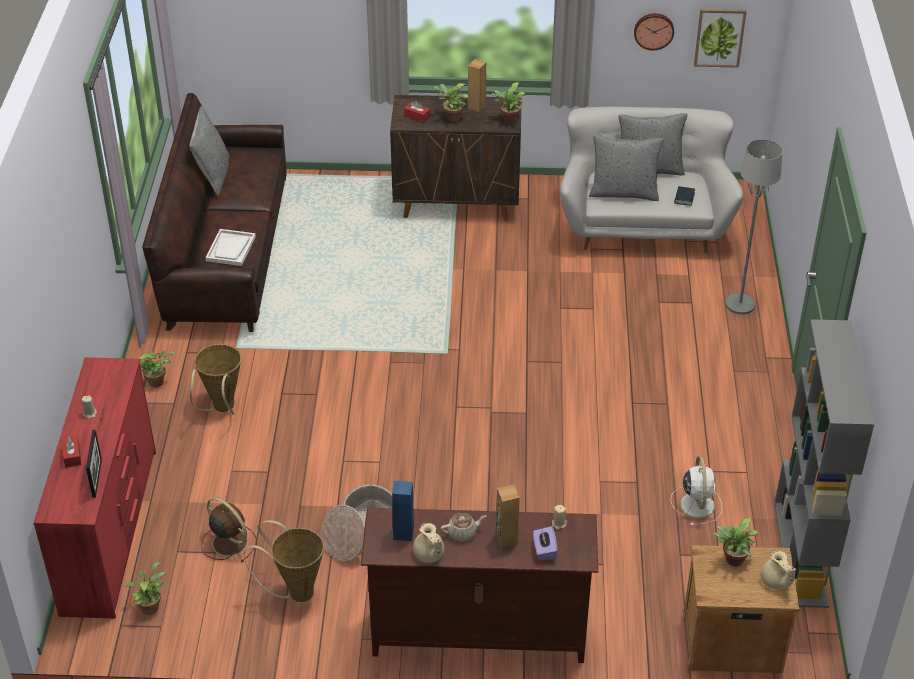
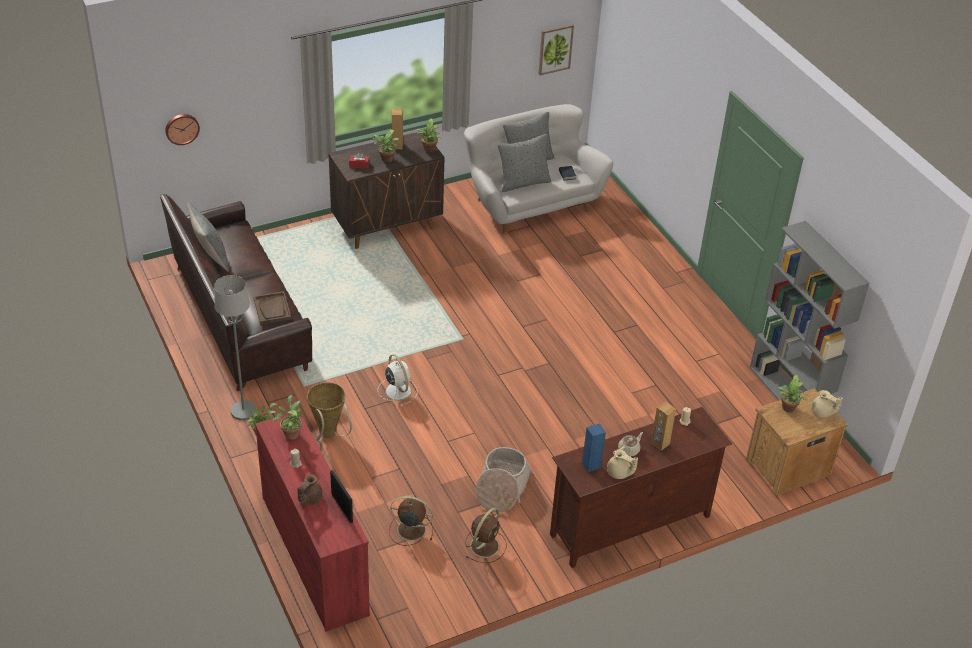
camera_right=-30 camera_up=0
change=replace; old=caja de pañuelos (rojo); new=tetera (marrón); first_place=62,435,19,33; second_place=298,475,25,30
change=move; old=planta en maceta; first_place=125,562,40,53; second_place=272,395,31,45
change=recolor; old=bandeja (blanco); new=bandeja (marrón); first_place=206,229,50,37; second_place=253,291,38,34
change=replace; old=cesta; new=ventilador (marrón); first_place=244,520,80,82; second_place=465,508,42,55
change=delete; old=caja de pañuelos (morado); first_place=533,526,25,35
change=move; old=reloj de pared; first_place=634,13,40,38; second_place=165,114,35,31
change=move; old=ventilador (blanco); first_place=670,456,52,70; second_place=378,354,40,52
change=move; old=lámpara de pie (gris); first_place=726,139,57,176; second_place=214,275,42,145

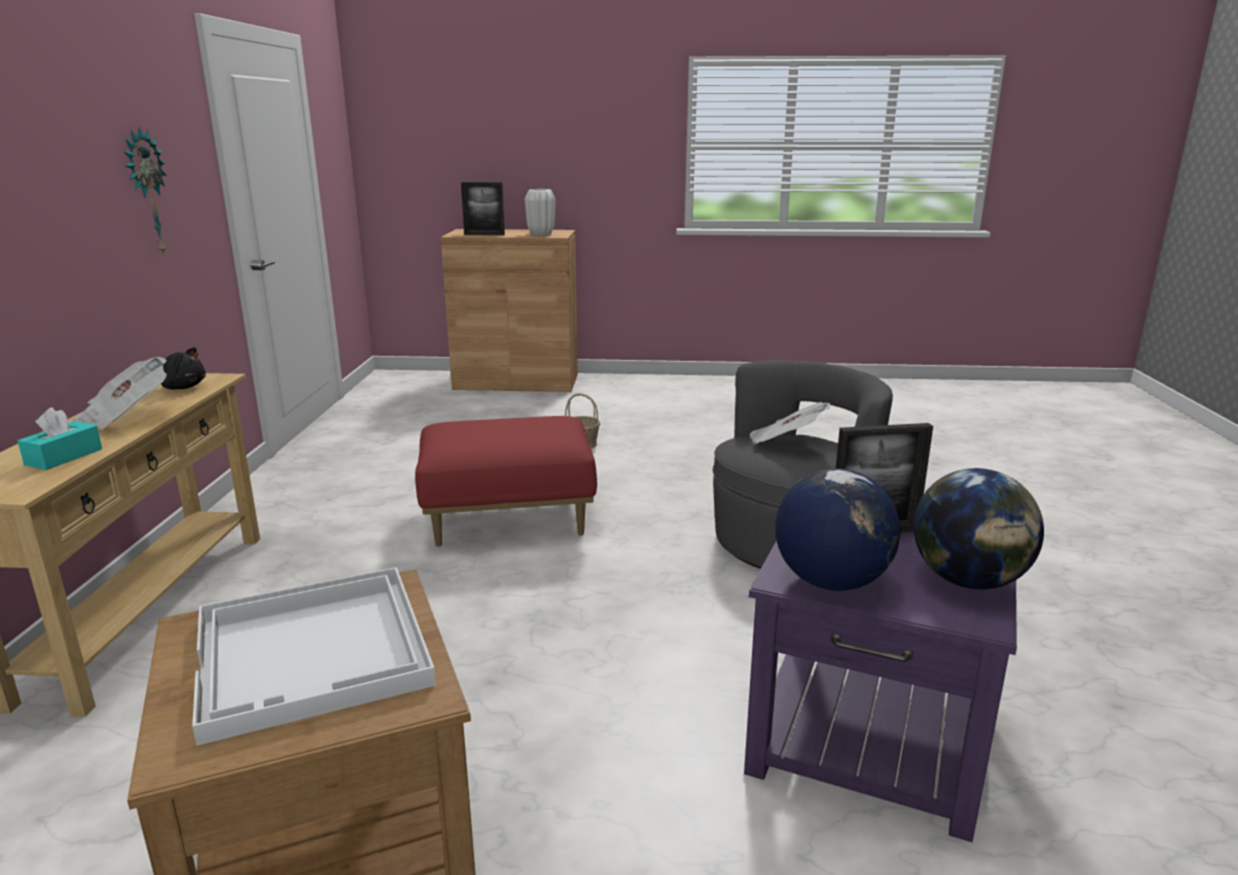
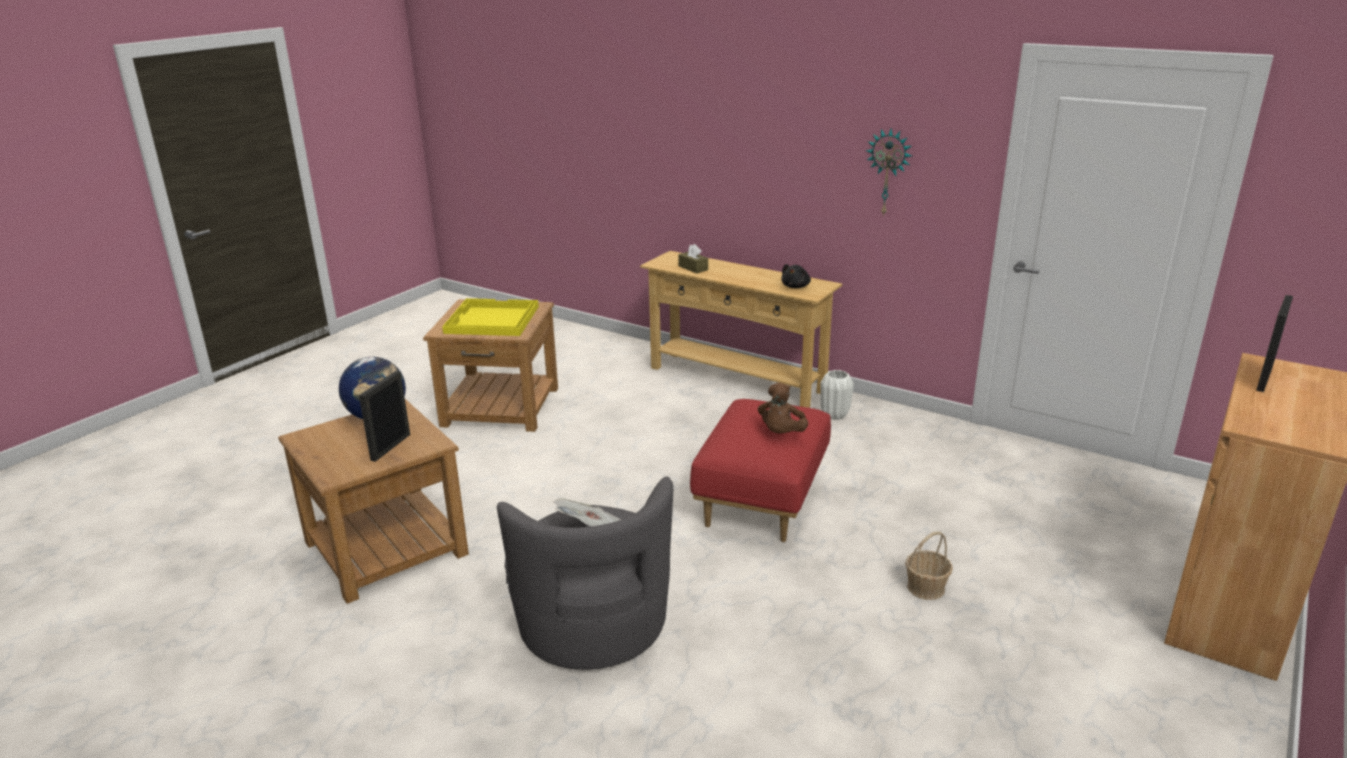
camera_right=120 camera_up=5
change=recolor; old=caja de pañuelos (turquesa); new=caja de pañuelos (marrón); first_place=18,407,84,63; second_place=678,244,30,30
change=delete; old=periódico; first_place=69,357,98,73
change=recolor; old=bandeja (blanco); new=bandeja (amarillo); first_place=192,567,244,179; second_place=442,298,97,38
change=move; old=florero (blanco); first_place=525,189,30,47; second_place=820,370,34,50
change=recolor; old=mesa auxiliar (morado); new=mesa auxiliar (marrón); first_place=744,532,273,310; second_place=278,399,191,205
change=delete; old=globo terráqueo; first_place=914,468,130,121
change=insert; new=peluche (marrón); second_place=758,383,50,51

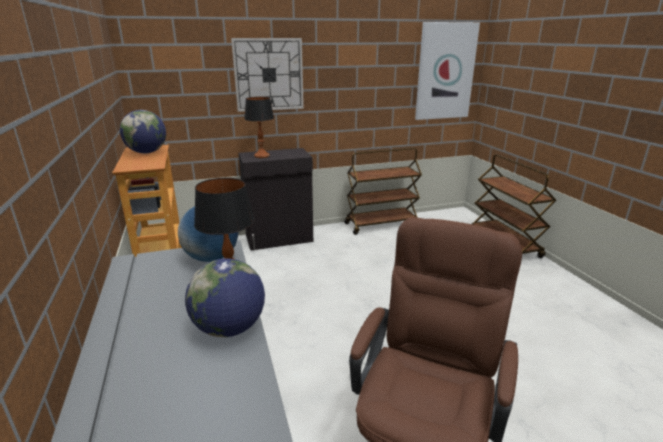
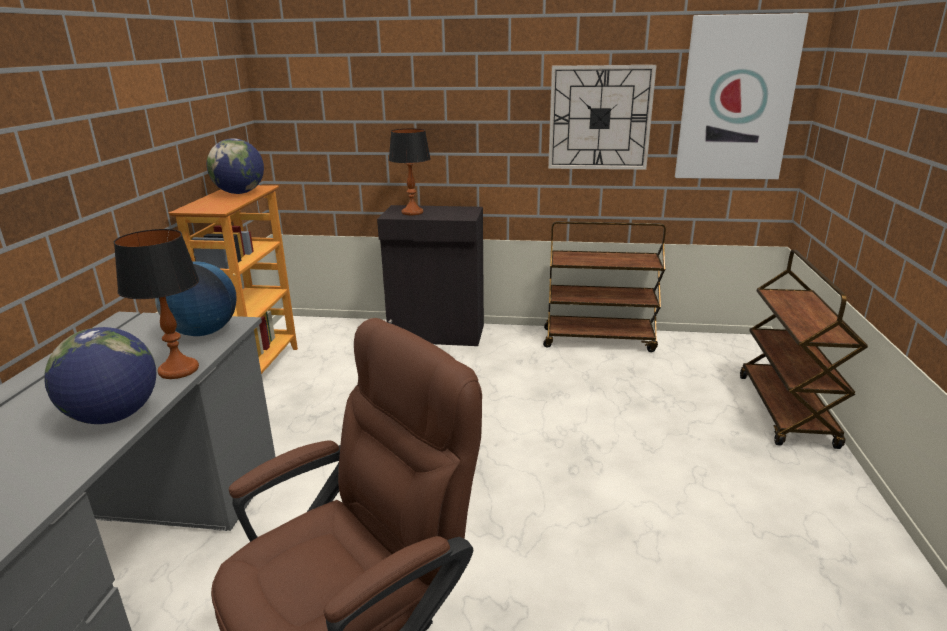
camera_right=25 camera_up=0
change=move; old=reloj de pared; first_place=231,38,73,74; second_place=548,65,109,105

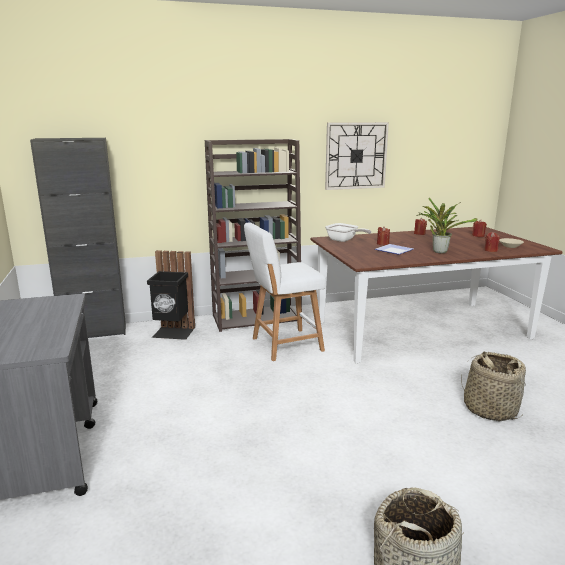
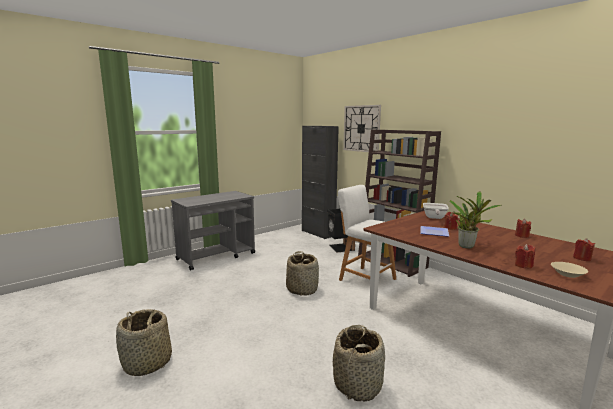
camera_right=65 camera_up=-5
change=move; old=reloj de pared; first_place=325,122,64,68; second_place=343,105,38,47
change=insert; new=cesta; second_place=286,251,33,45

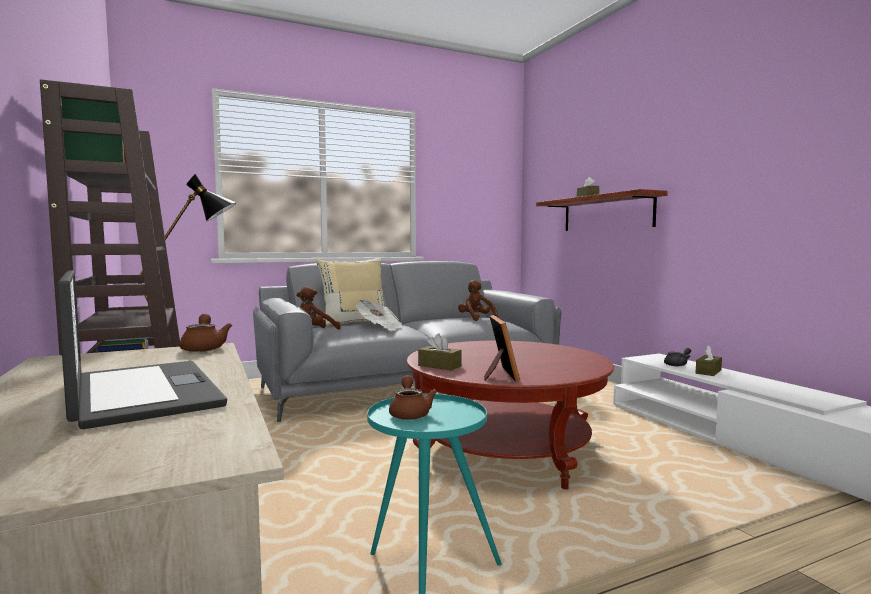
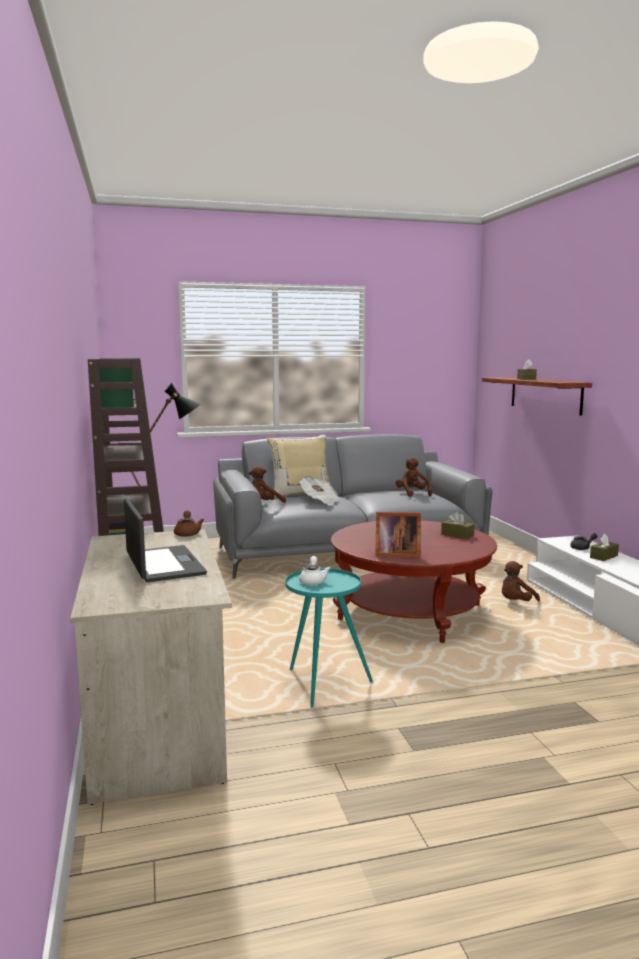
camera_right=10 camera_up=5
change=recolor; old=tetera (marrón); new=tetera (blanco); first_place=389,375,48,45; second_place=299,556,32,29
change=move; old=caja de pañuelos (marrón); first_place=418,334,44,36; second_place=441,512,34,27
change=rotate; old=portarretratos; first_place=484,315,36,66; second_place=375,512,46,46; degrees=90
change=insert; new=peluche (marrón); second_place=502,561,38,40

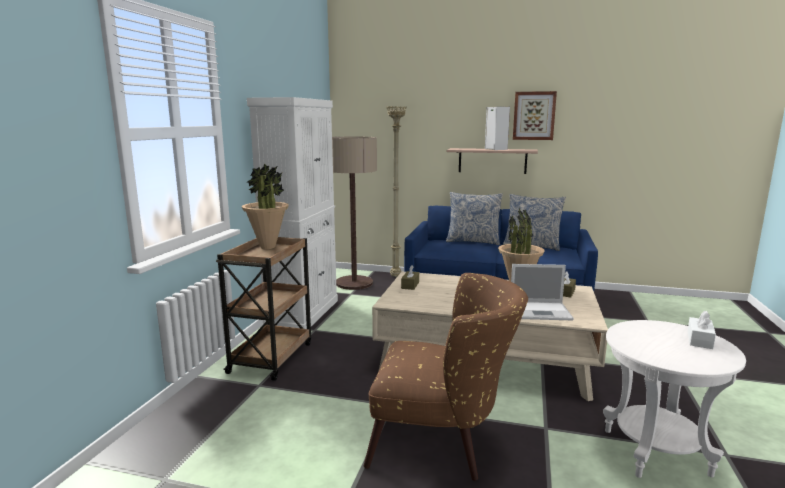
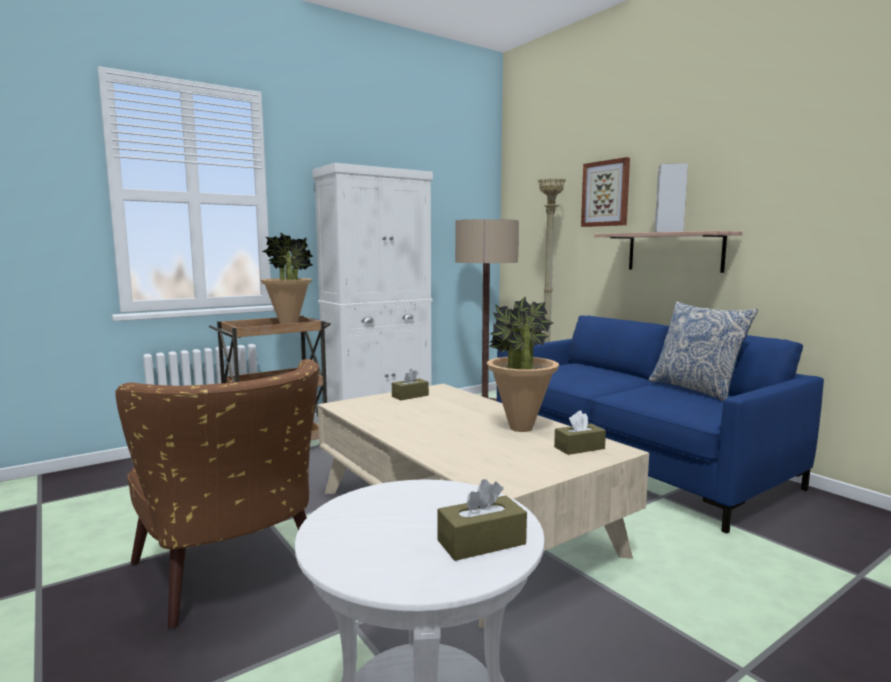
camera_right=40 camera_up=-5
change=delete; old=cojín; first_place=446,192,57,53
change=delete; old=portátil; first_place=511,264,63,56
change=move; old=cuadro; first_place=513,91,44,49; second_place=581,157,49,70
change=recolor; old=caja de pañuelos (blanco); new=caja de pañuelos (marrón); first_place=687,311,29,38; second_place=438,479,89,82

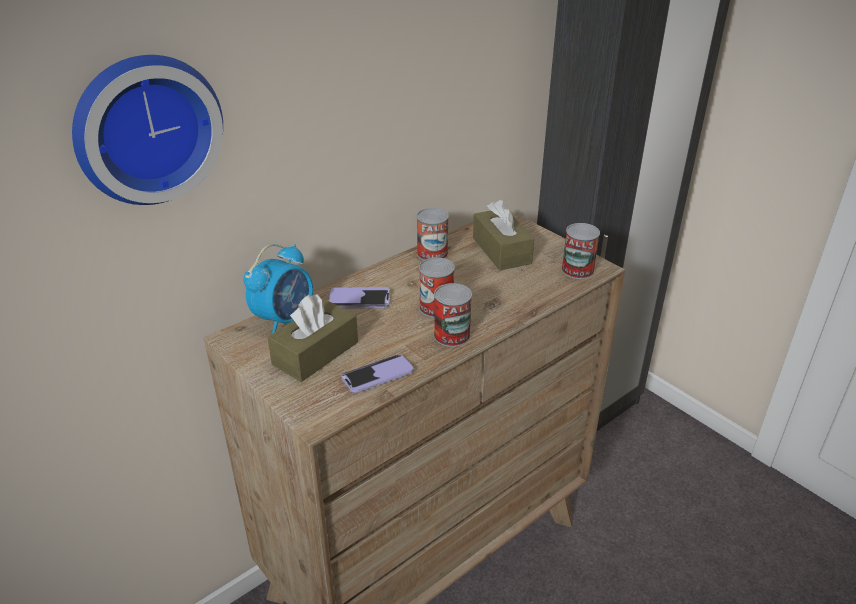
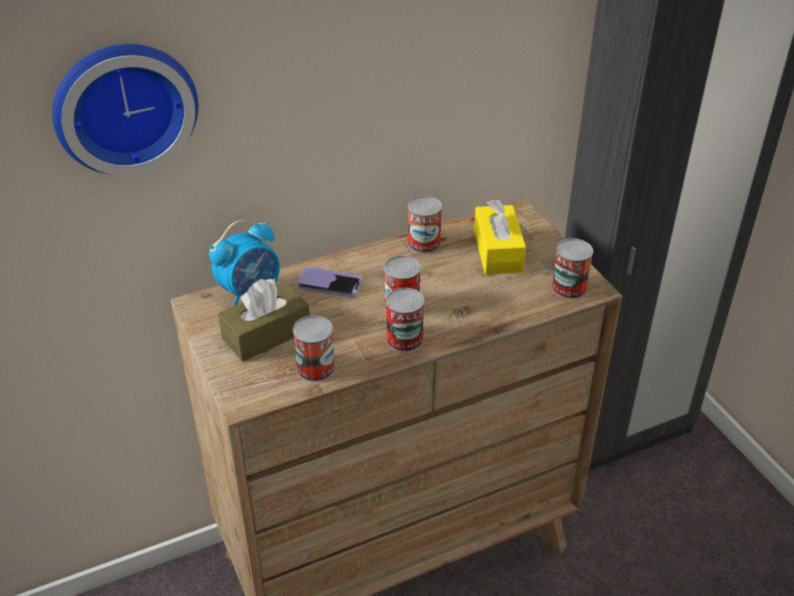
camera_right=15 camera_up=5
change=replace; old=móvil; new=lata; first_place=341,354,73,39; second_place=293,315,42,67
change=recolor; old=caja de pañuelos (marrón); new=caja de pañuelos (amarillo); first_place=473,200,61,70; second_place=474,200,52,75

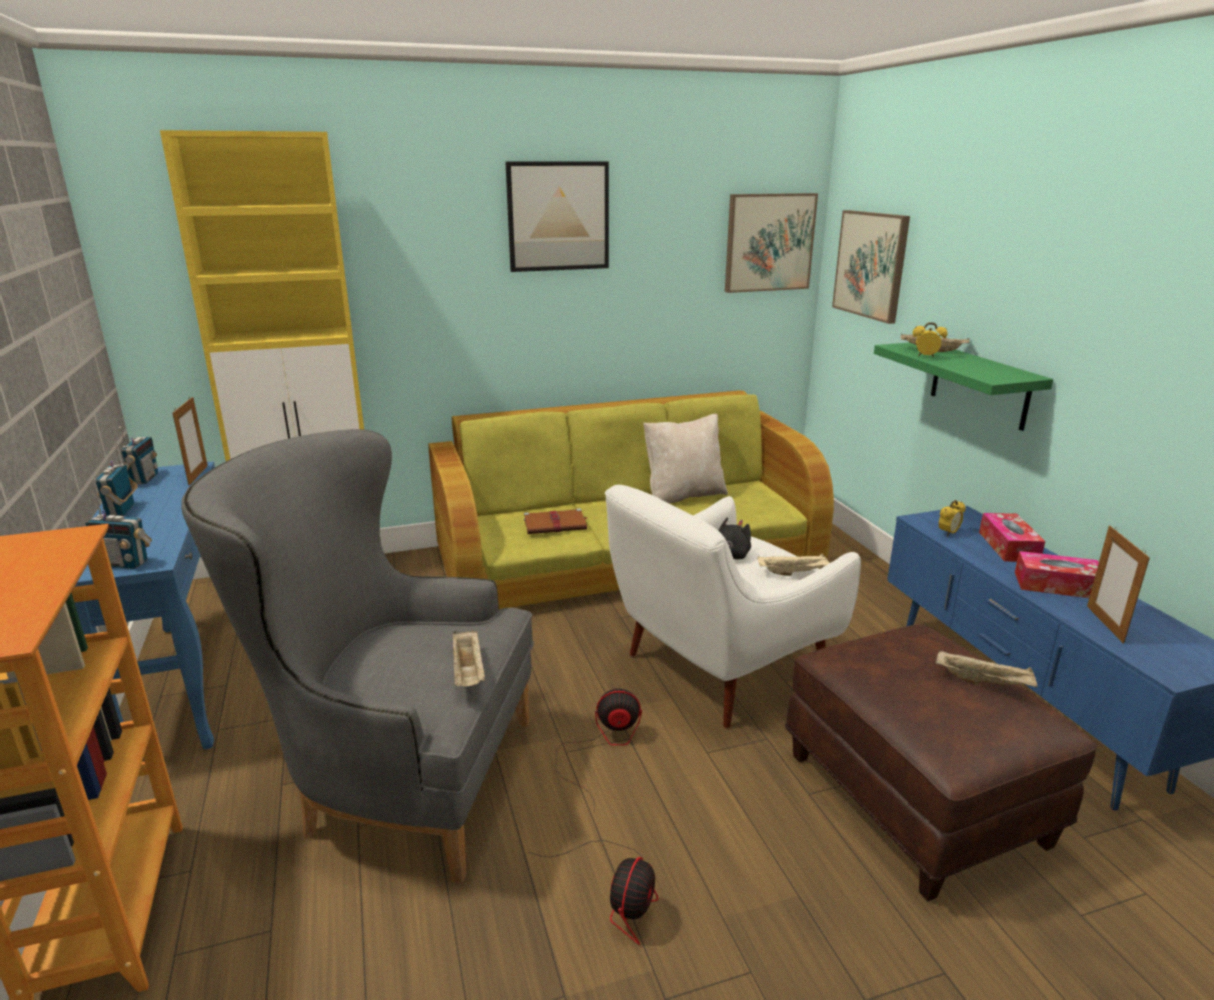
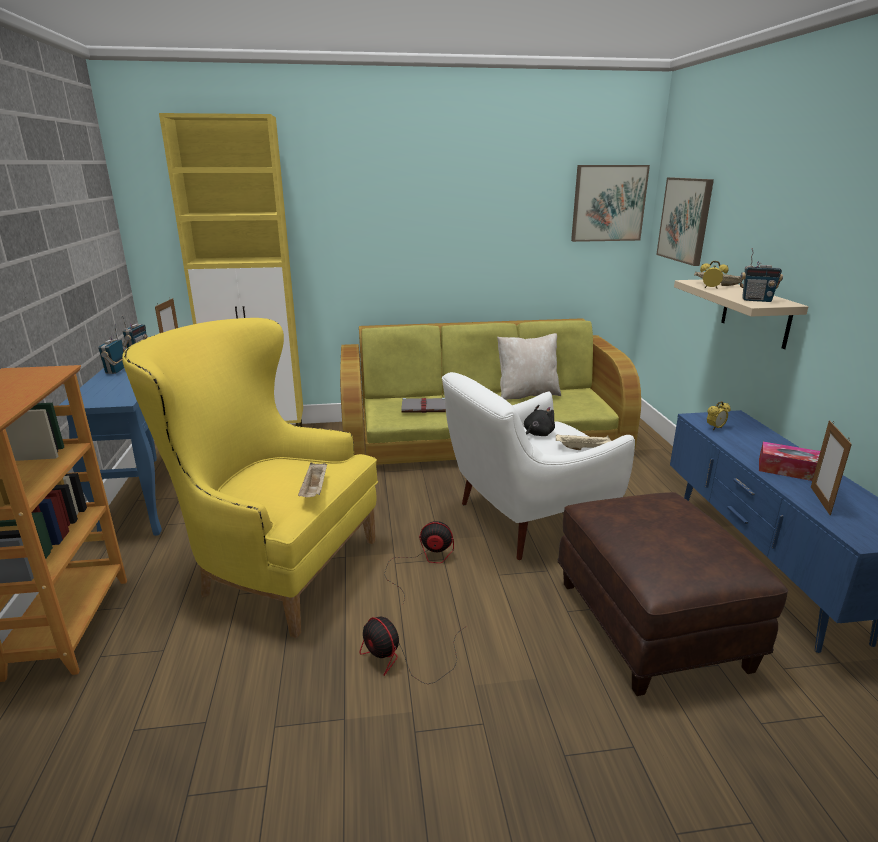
camera_right=10 camera_up=0
change=move; old=radio; first_place=85,491,67,78; second_place=740,248,43,54
change=recolor; old=sillón (gris); new=sillón (amarillo); first_place=182,429,352,454; second_place=122,318,256,320
change=delete; old=cuadro; first_place=505,161,104,111
change=recolor; old=libro (marrón); new=libro (gris); first_place=524,509,63,25; second_place=401,398,45,15
change=rotate; old=ventilador; first_place=529,840,129,105; second_place=360,617,105,67; degrees=105
change=recolor; old=estante (verde); new=estante (beis); first_place=874,342,179,89; second_place=674,280,134,69
change=delete; old=bandeja (beis); first_place=936,650,102,37
change=delete; old=caja de pañuelos; first_place=979,513,66,49

